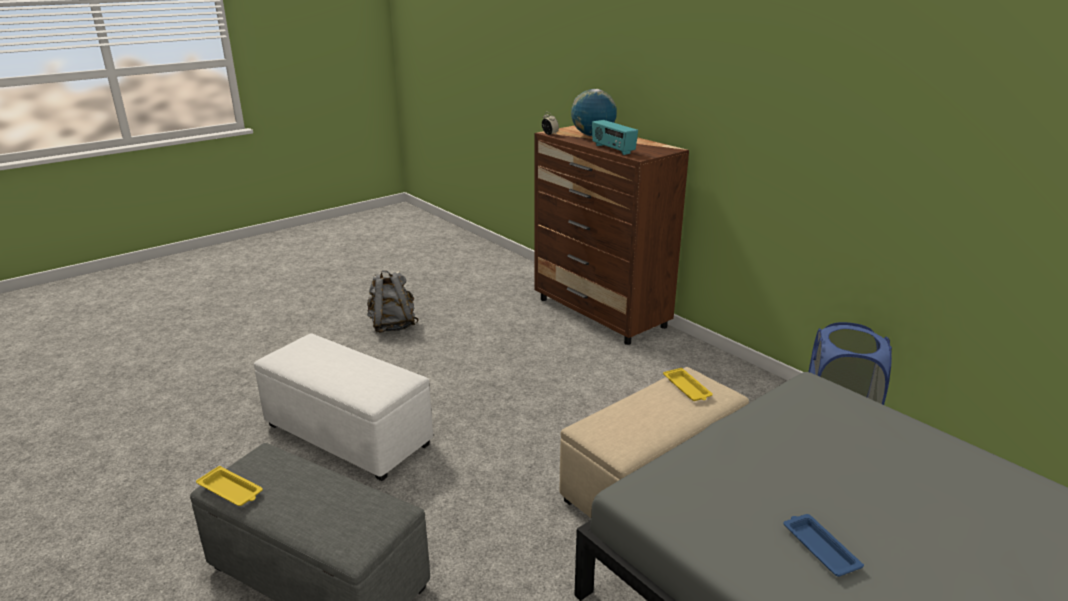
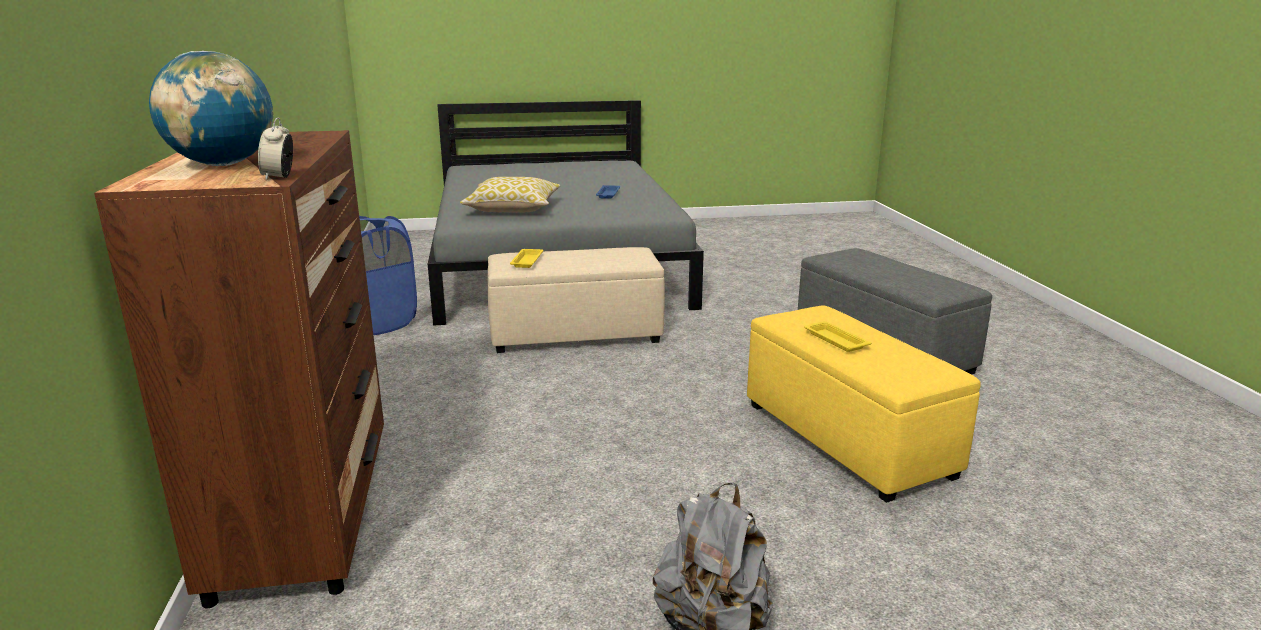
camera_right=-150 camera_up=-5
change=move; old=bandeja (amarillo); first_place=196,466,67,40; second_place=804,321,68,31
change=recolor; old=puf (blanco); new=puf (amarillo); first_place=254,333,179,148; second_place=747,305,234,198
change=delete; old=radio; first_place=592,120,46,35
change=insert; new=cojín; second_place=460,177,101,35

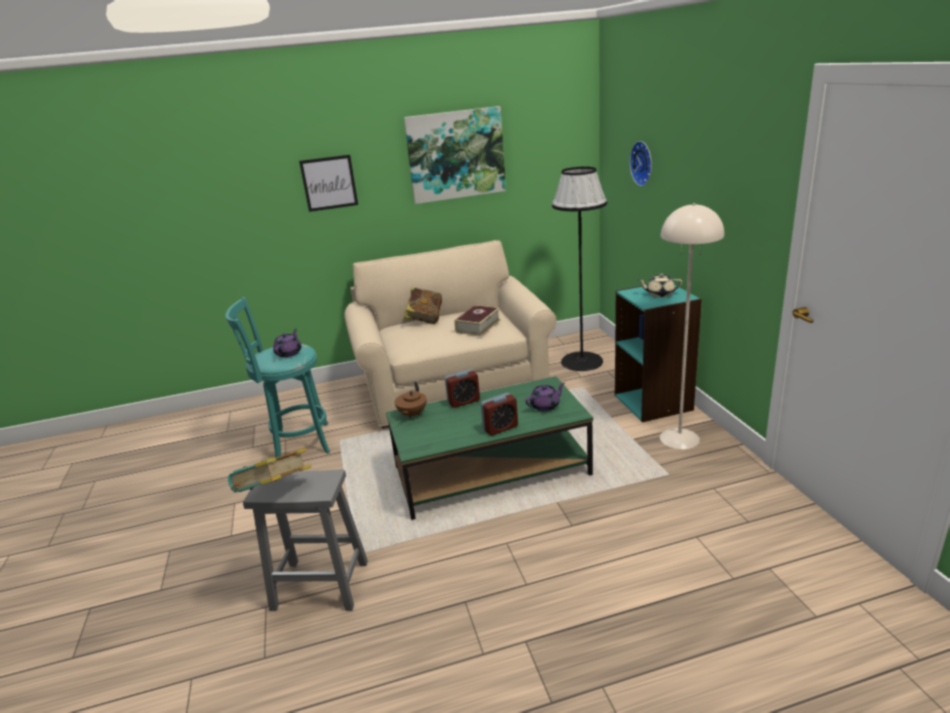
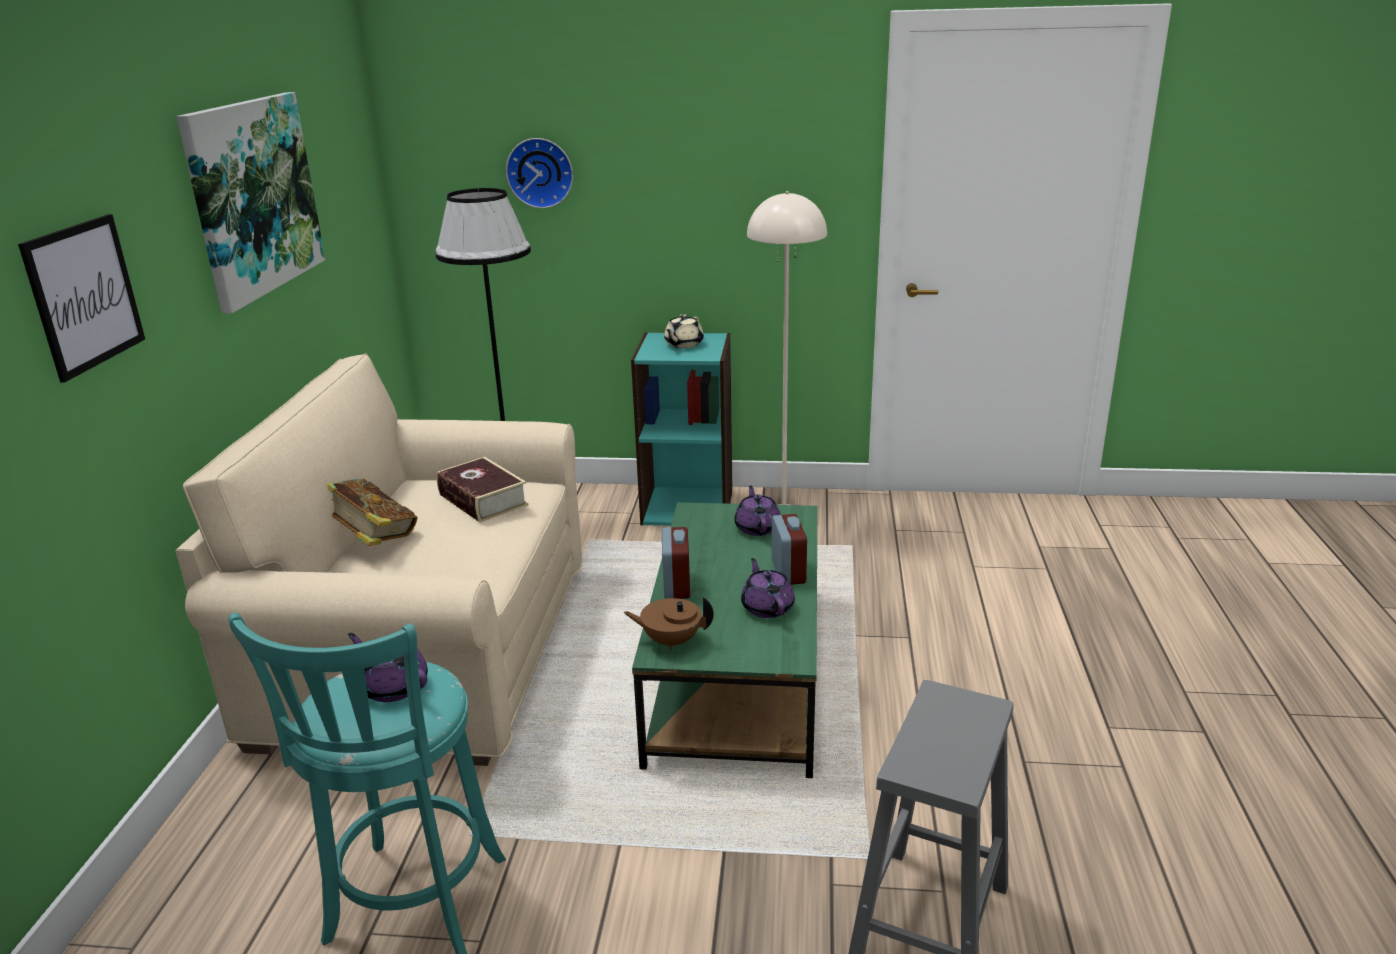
camera_right=-70 camera_up=0
change=delete; old=libro; first_place=228,448,83,45
change=rotate; old=tetera (marrón); first_place=395,382,32,37; second_place=624,597,90,53; degrees=150
change=insert; new=tetera (morado); second_place=741,558,54,60

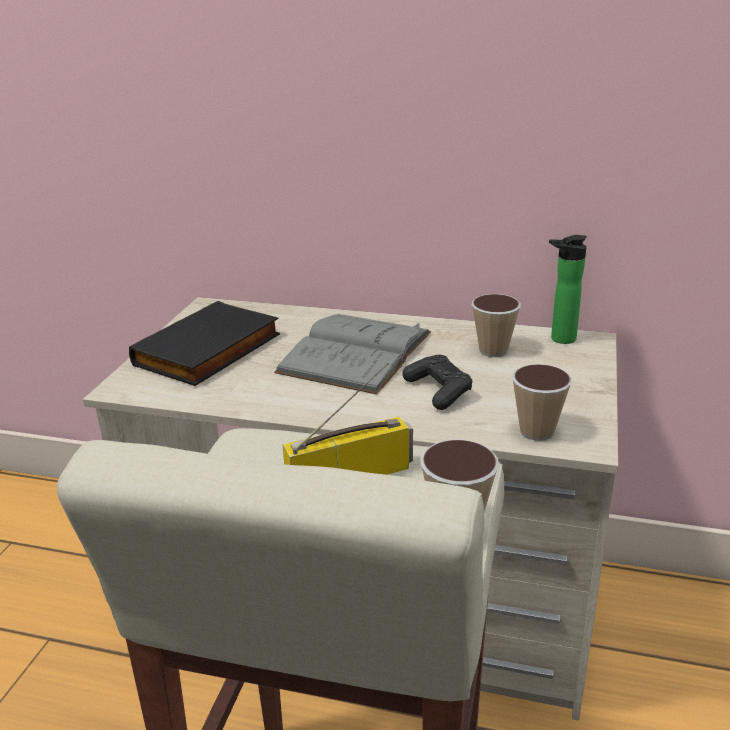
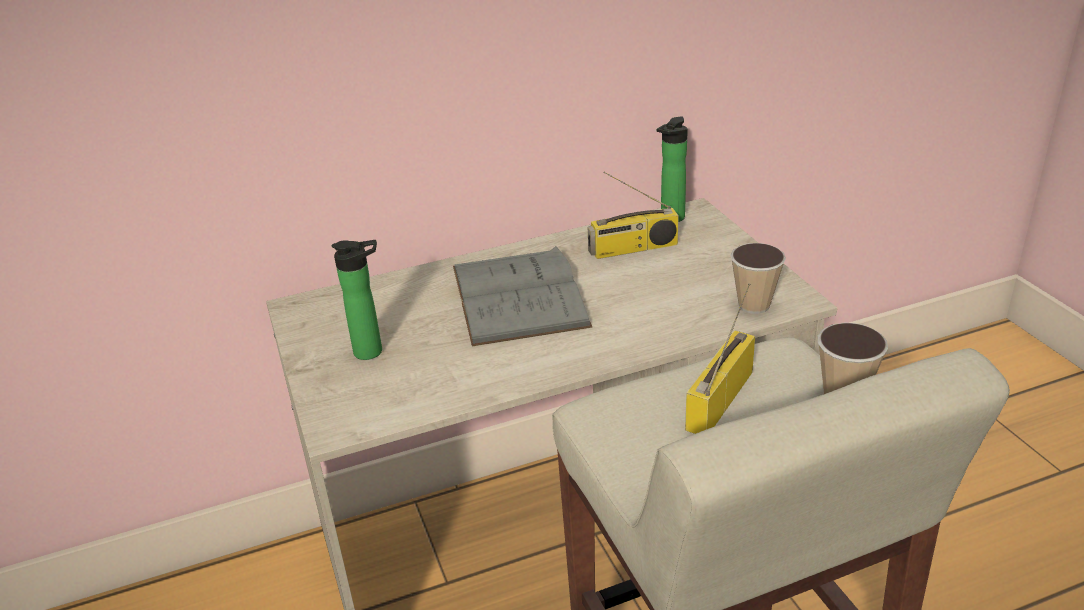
camera_right=-35 camera_up=5
change=replace; old=libro (negro); new=botella; first_place=129,301,151,85; second_place=331,240,51,120
change=delete; old=mando de consola (negro); first_place=402,355,70,55
change=replace; old=taza; new=radio; first_place=472,294,49,63; second_place=588,172,91,87

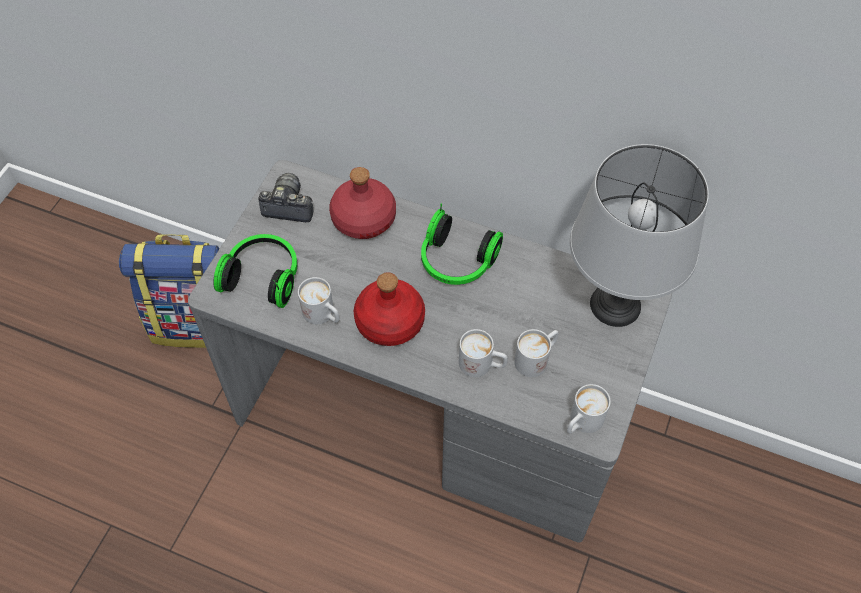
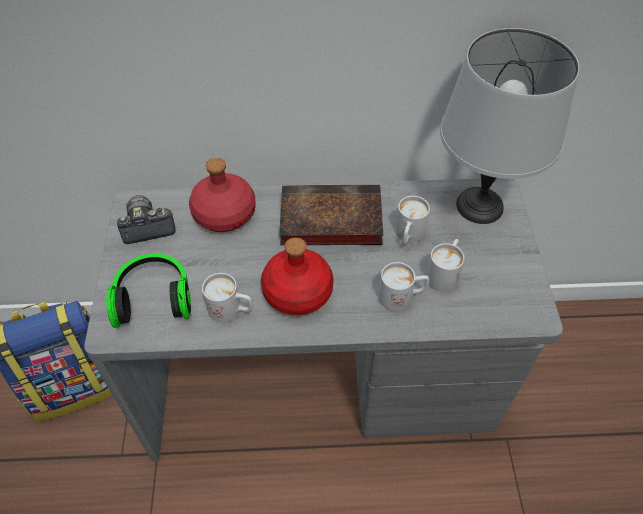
camera_right=-25 camera_up=-5
change=replace; old=auriculares; new=libro; first_place=421,203,82,82; second_place=279,185,104,60
change=move; old=taza grande (blanco); first_place=567,384,44,50; second_place=395,196,35,49

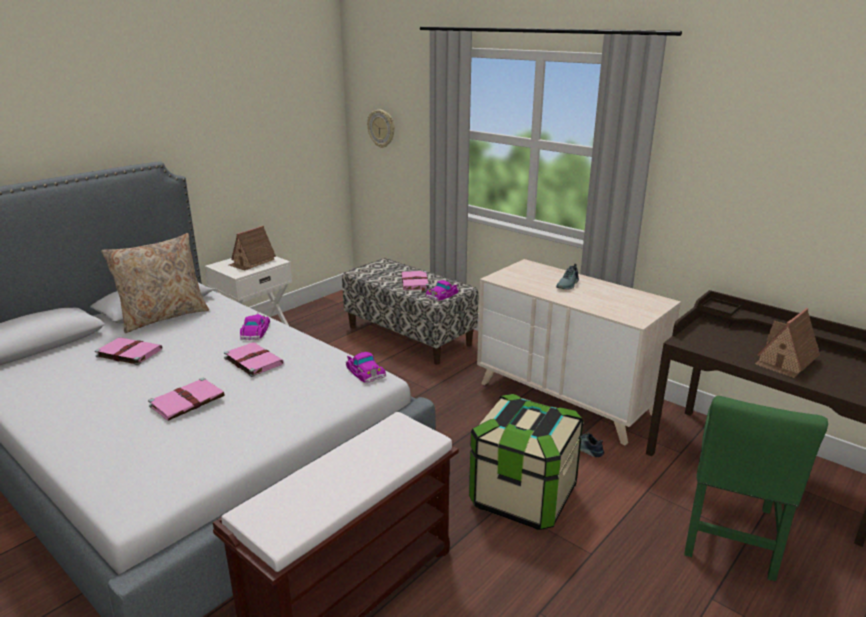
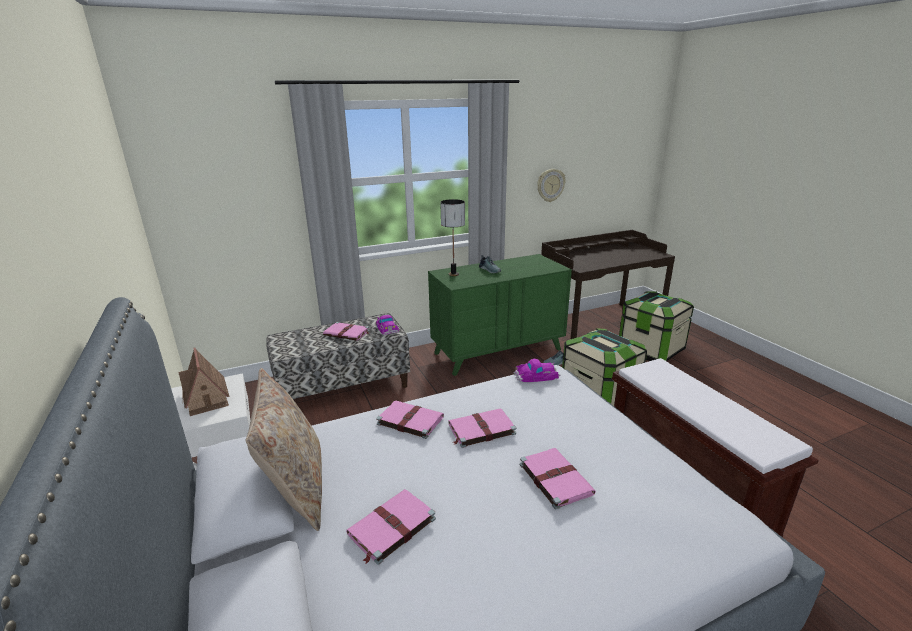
camera_right=-65 camera_up=0
change=replace; old=coche de juguete; new=libro (rosa); first_place=240,312,30,28; second_place=377,400,67,39
change=move; old=reloj de pared; first_place=367,110,27,38; second_place=537,169,28,33
change=recolor; old=cómoda (beis); new=cómoda (verde); first_place=477,259,204,186; second_place=428,254,144,122
change=replace; old=silla (verde); new=caja de almacenaje; first_place=684,396,144,185; second_place=619,291,75,70
change=delete; old=casita; first_place=755,308,65,70
change=insert; new=lámpara de mesa; second_place=440,199,25,77

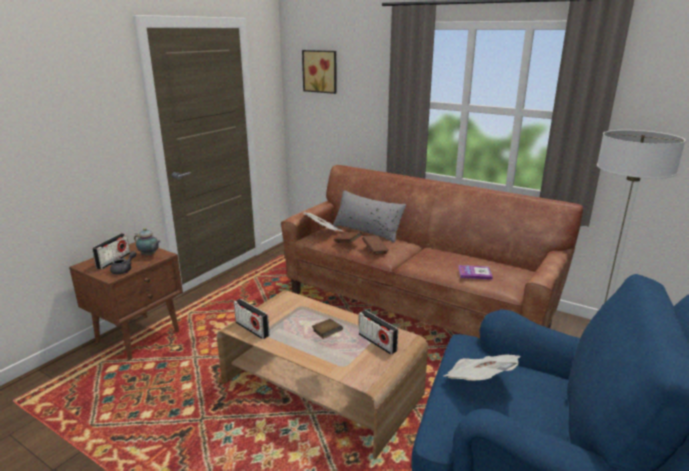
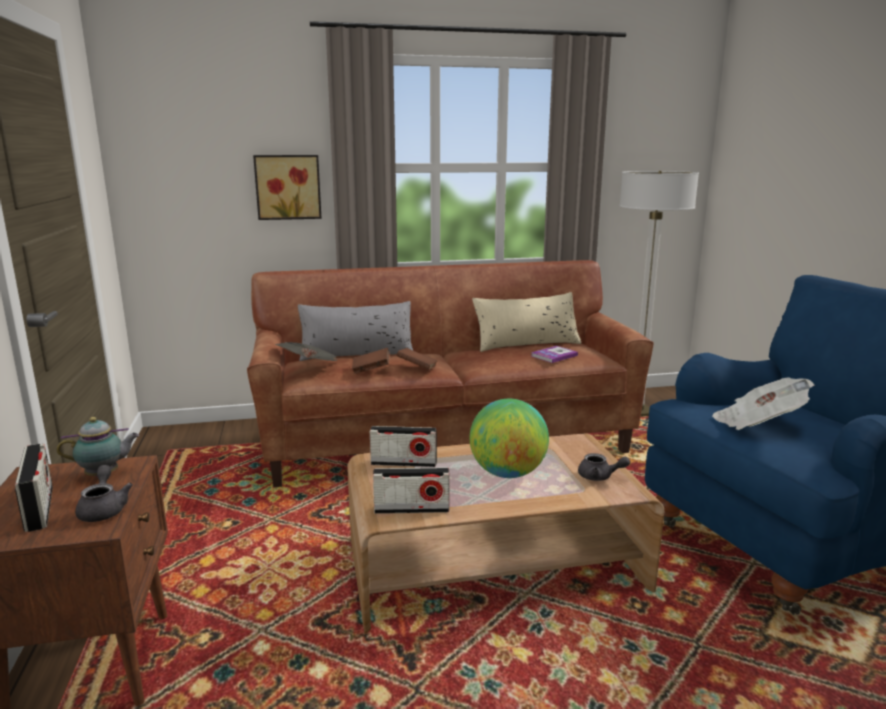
camera_right=-45 camera_up=-5
change=move; old=cuadro; first_place=302,50,35,44; second_place=253,155,69,65
change=replace; old=libro (marrón); new=globo terráqueo; first_place=312,319,31,20; second_place=470,399,79,79
change=move; old=radio; first_place=359,310,39,45; second_place=370,426,67,41
change=insert; new=cojín (beis); second_place=472,292,110,60
change=insert; new=tetera (gris); second_place=578,453,52,28

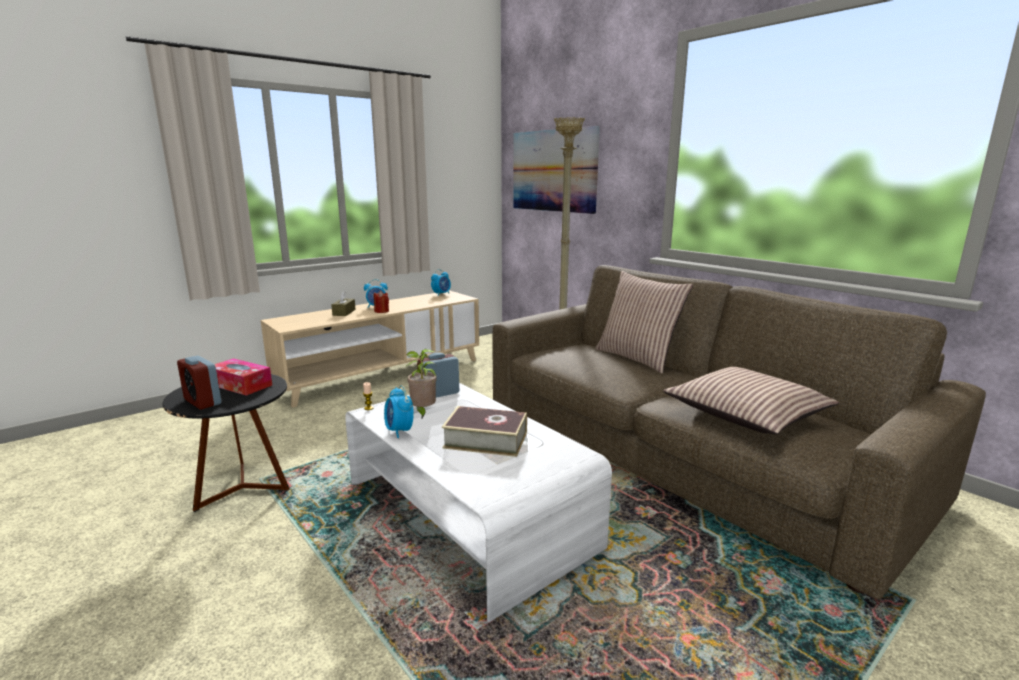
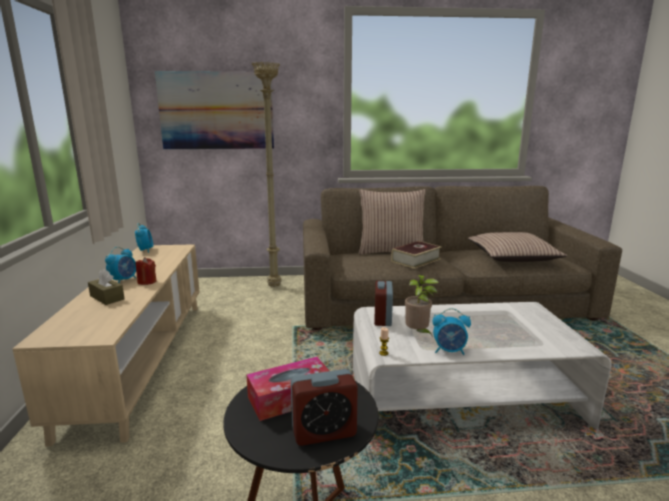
camera_right=-55 camera_up=0
change=move; old=libro; first_place=442,406,85,51; second_place=391,241,51,28

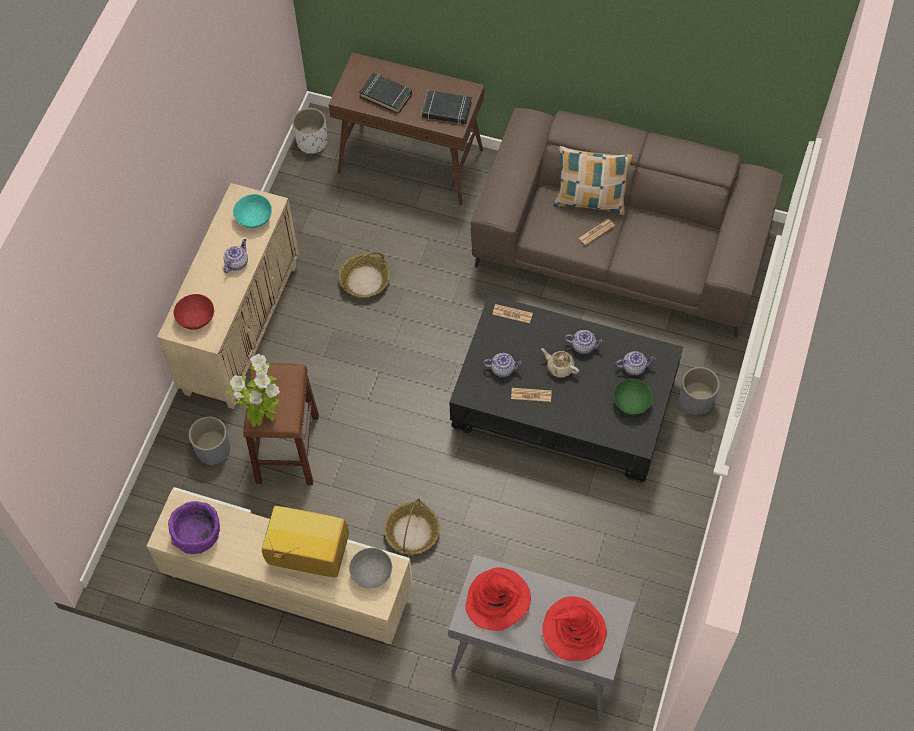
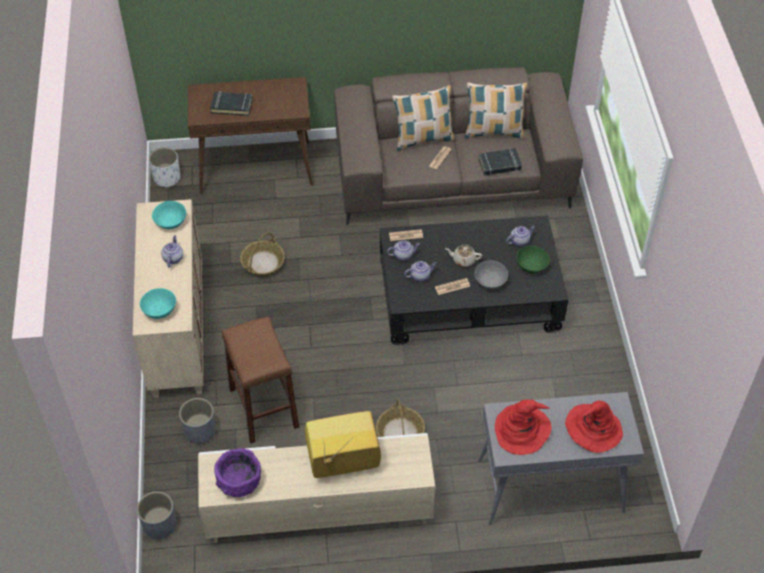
camera_right=-25 camera_up=-10
change=recolor; old=cuenco (rojo); new=cuenco (turquesa); first_place=174,294,40,36; second_place=140,288,36,31
change=delete; old=planta en maceta; first_place=226,354,54,73
change=move; old=cuenco (gris); first_place=349,548,43,41; second_place=474,260,34,29
change=move; old=libro (negro); first_place=422,90,50,34; second_place=478,148,44,28
change=move; old=tetera; first_place=565,330,39,24; second_place=387,240,33,21
change=move; old=maceta (gris); first_place=680,367,40,48; second_place=137,491,39,48
change=insert; new=cojín; second_place=465,83,63,56

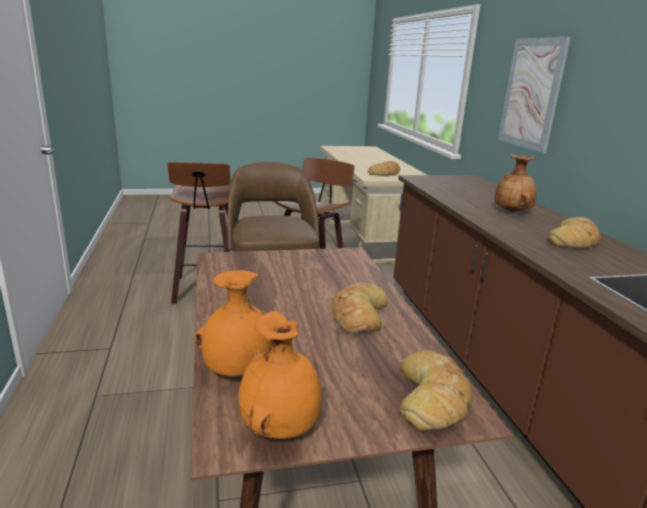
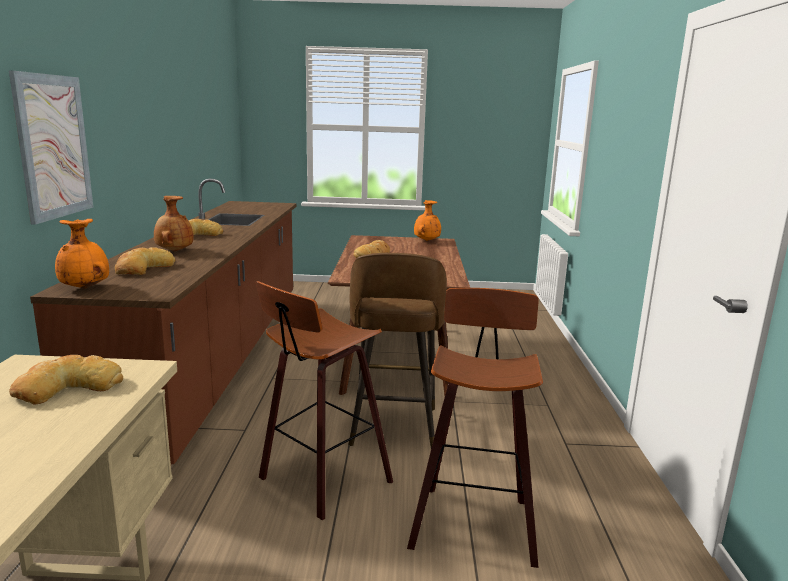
camera_right=-165 camera_up=-5
change=move; old=florero (naranja); first_place=194,270,77,106; second_place=55,219,54,70
change=move; old=pan; first_place=400,350,73,81; second_place=115,247,60,28

